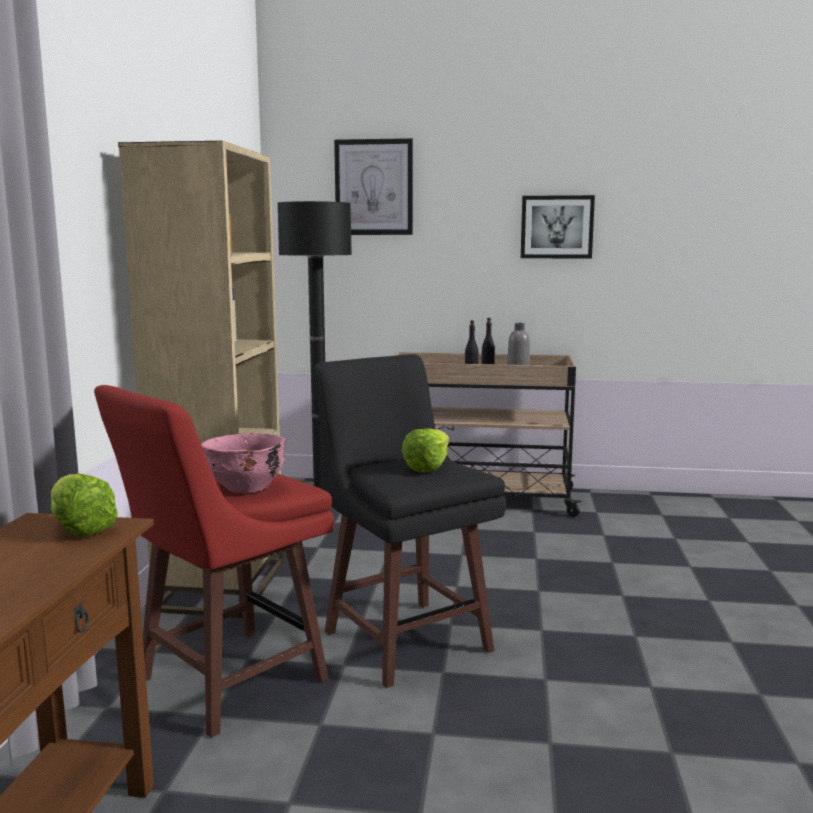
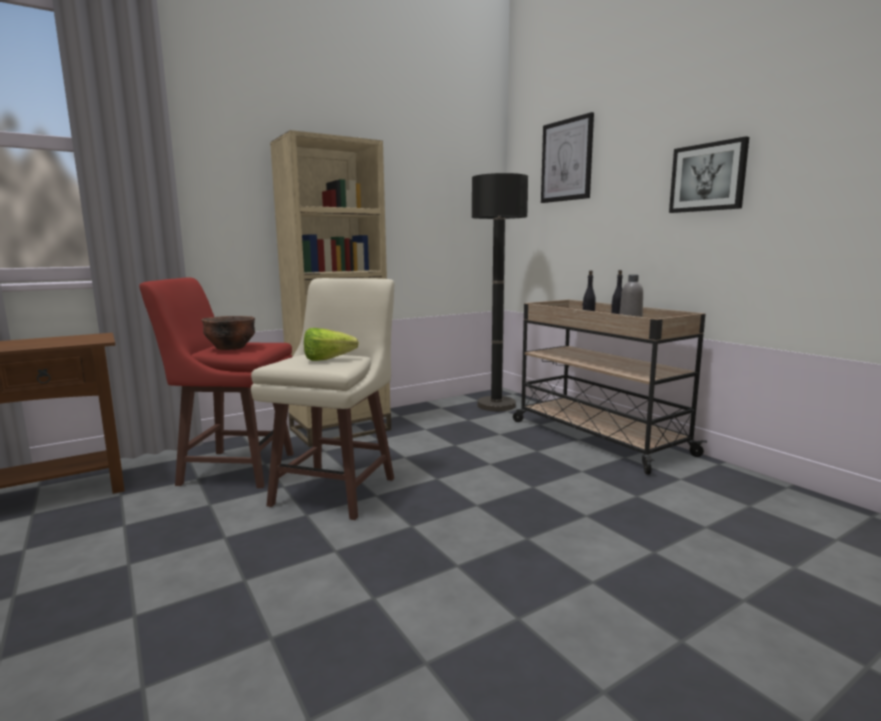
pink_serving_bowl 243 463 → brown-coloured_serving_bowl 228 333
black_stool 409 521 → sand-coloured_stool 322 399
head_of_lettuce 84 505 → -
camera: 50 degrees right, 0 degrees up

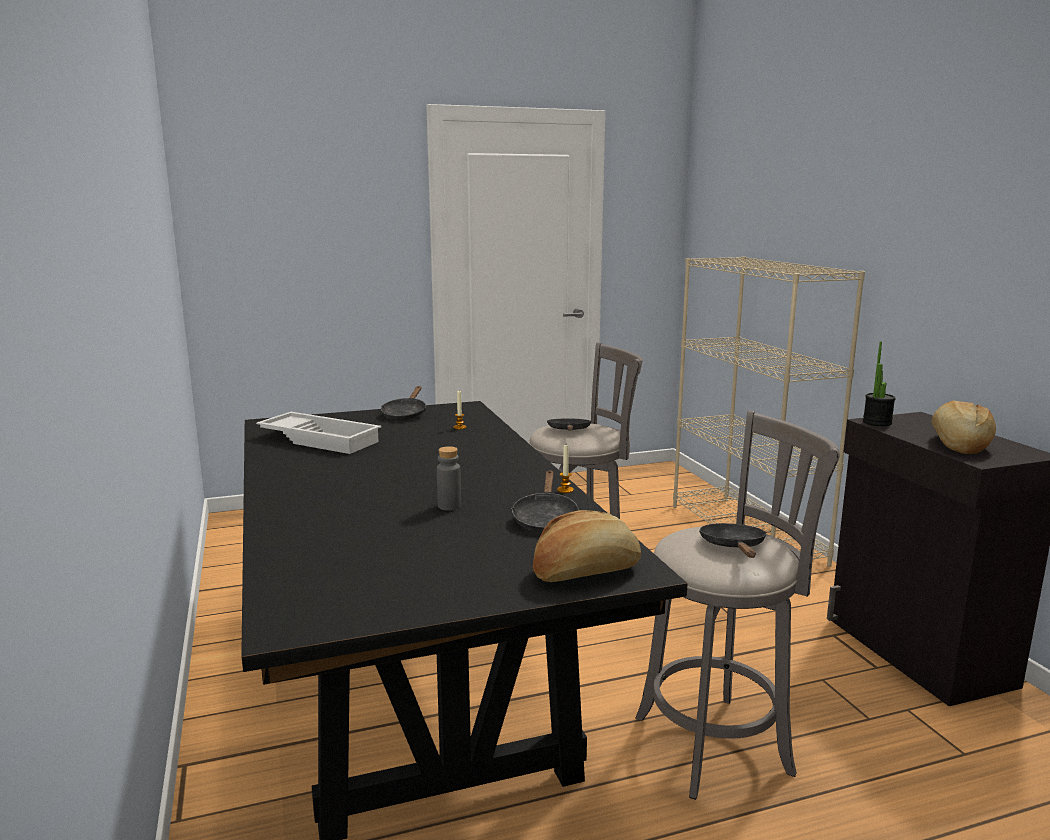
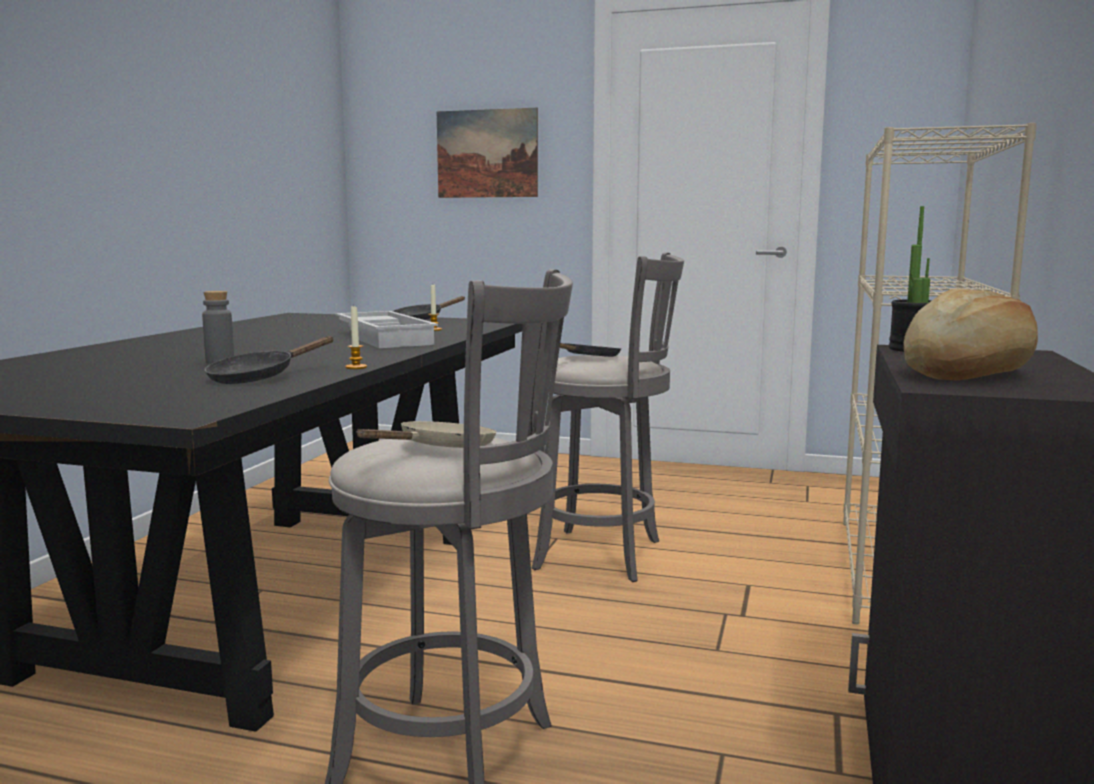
white_serving_tray 318 433 → white_serving_tray 386 329, moved
black_skillet 732 540 → sand-coloured_skillet 426 434
- → wall_art 487 153
baked_bread 587 546 → -
camera: 35 degrees right, 5 degrees down

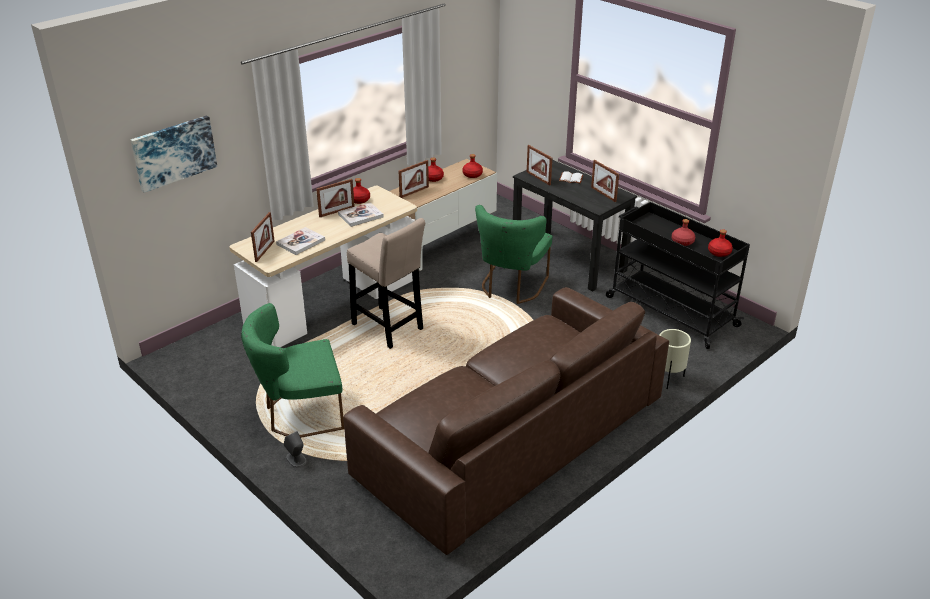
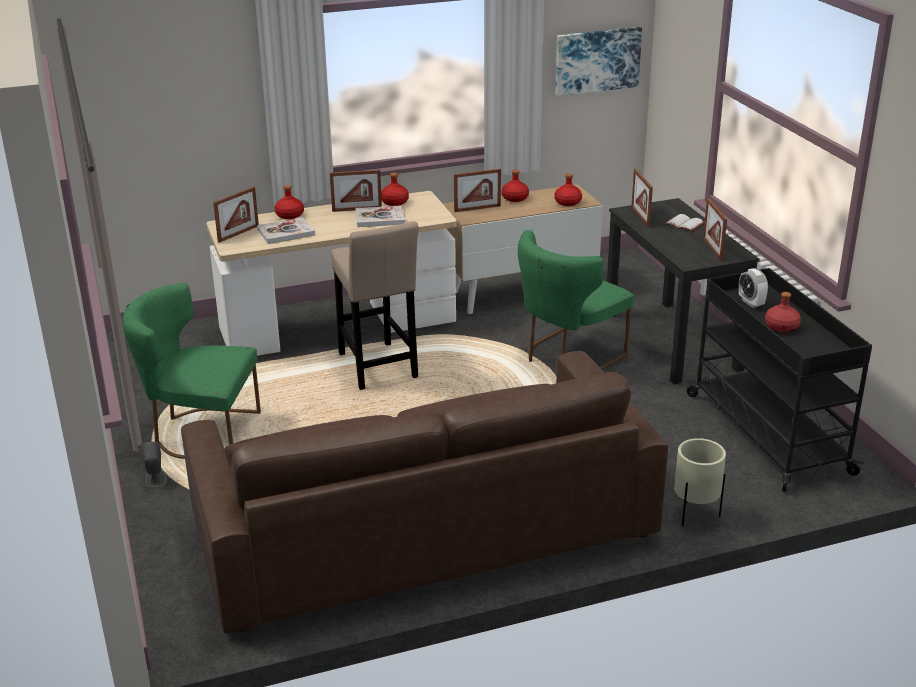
red_drink_bottle 720 243 → red_drink_bottle 289 202, moved
wall_art 174 154 → wall_art 598 61, moved
- → alarm_clock 753 288
camera: 25 degrees right, 5 degrees down

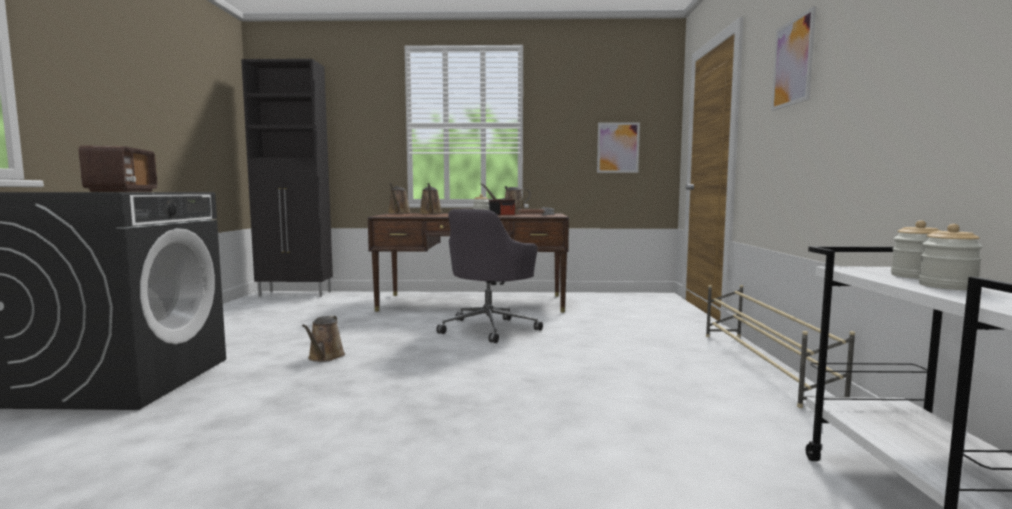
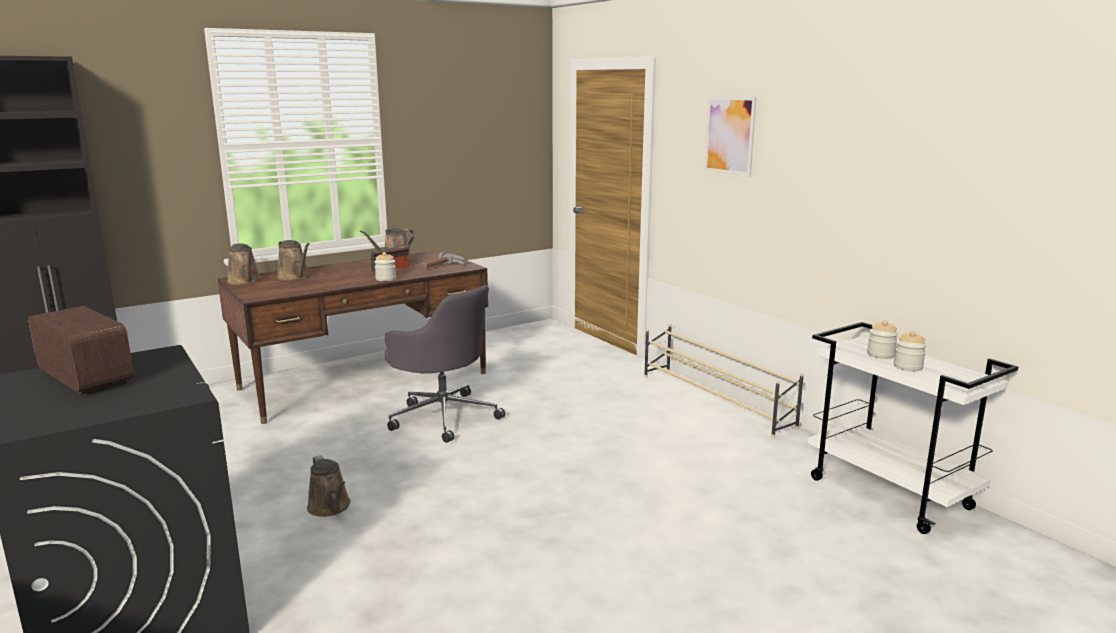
grey_computer_chair 489 276 → grey_computer_chair 445 364, 45 degrees counterclockwise
wall_art 618 147 → -
camera: 35 degrees left, 10 degrees up

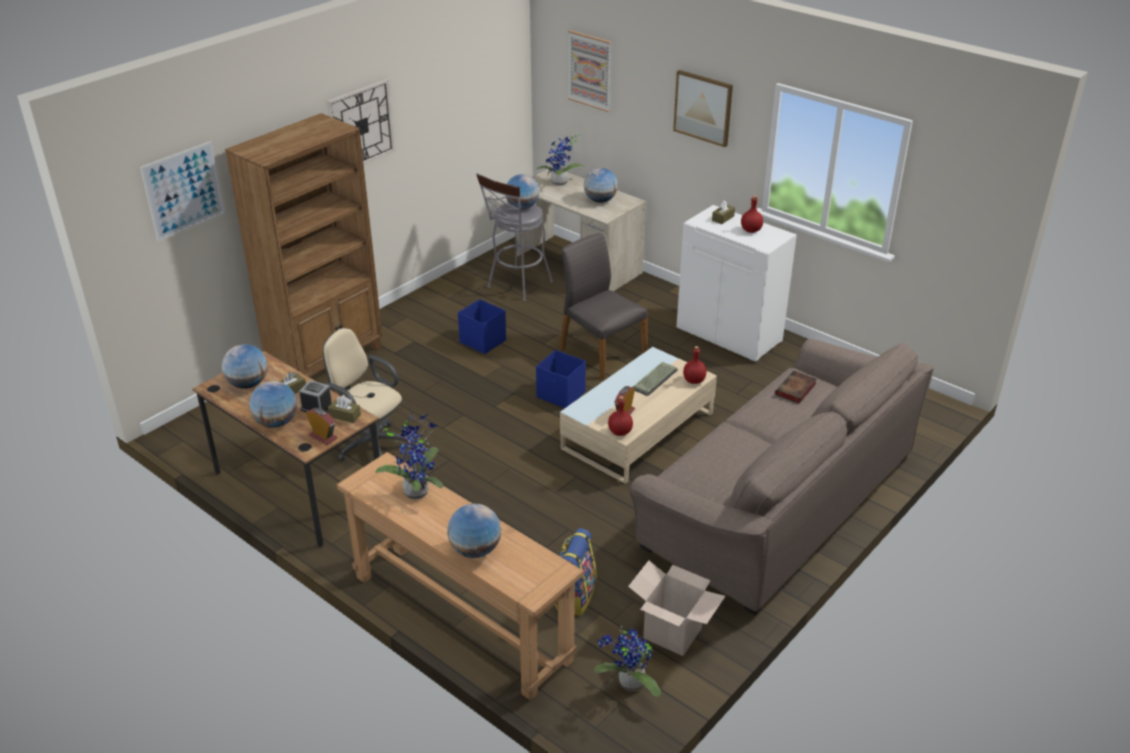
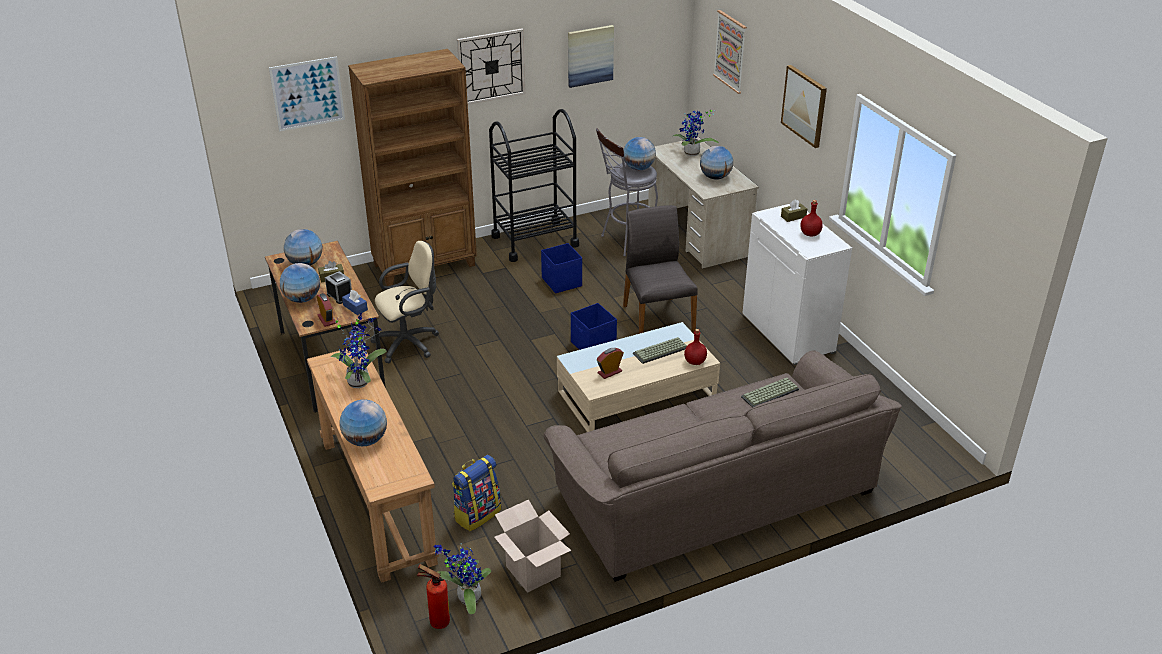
brown-coloured_tissue_box 344 409 → blue-coloured_tissue_box 355 302
sand-coloured_computer_chair 369 394 → sand-coloured_computer_chair 404 302, 90 degrees clockwise
- → fire_extinguisher 433 596
- → black_cart 534 185
- → wall_art 591 56
volume 796 387 → PC_keyboard 770 393
red_drink_bottle 620 416 → -
camera: 25 degrees right, 0 degrees up

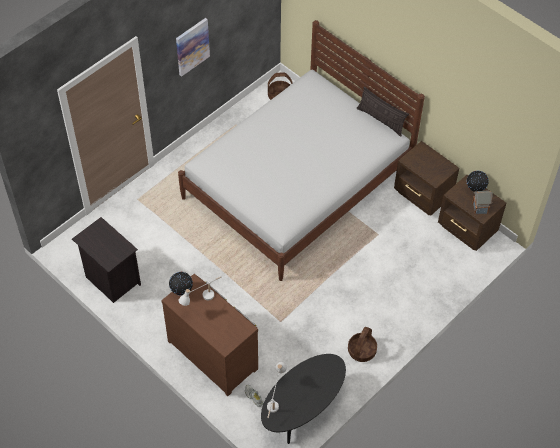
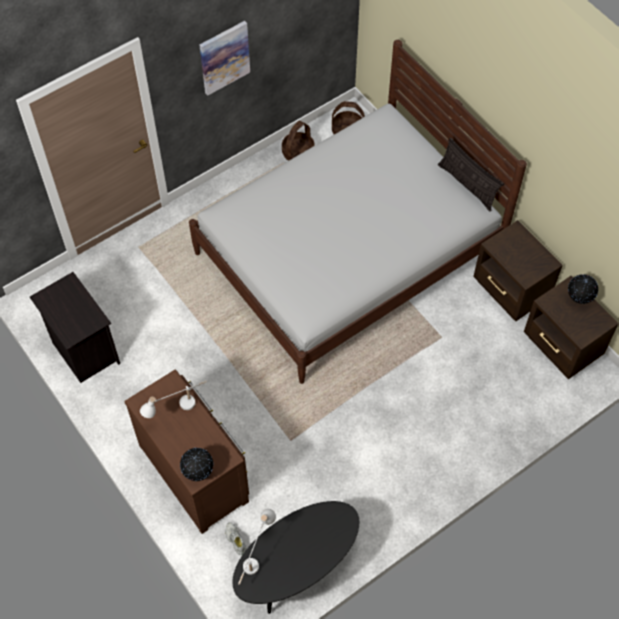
desk_globe 181 283 → desk_globe 196 464, moved
storage_basket 362 344 → storage_basket 298 141, moved
toy_house 482 202 → -
camera: 10 degrees right, 5 degrees up

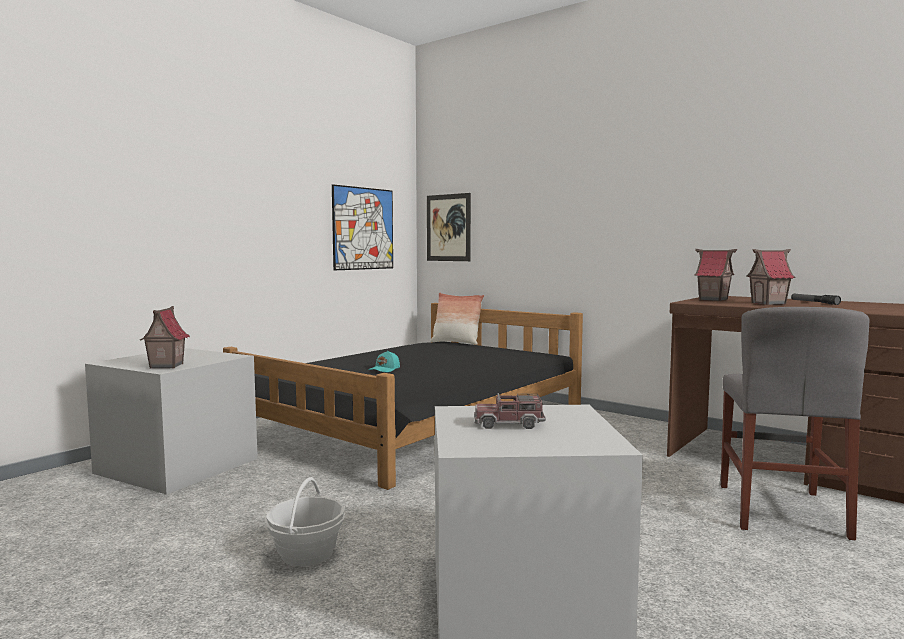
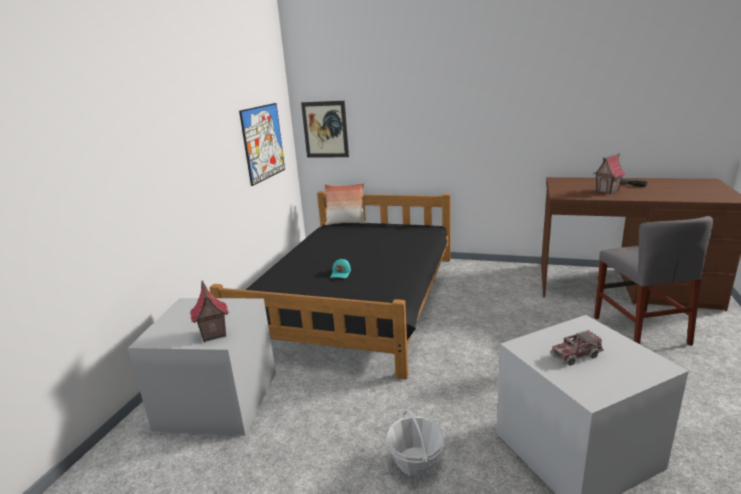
toy_house 716 275 → -
camera: 20 degrees left, 15 degrees up

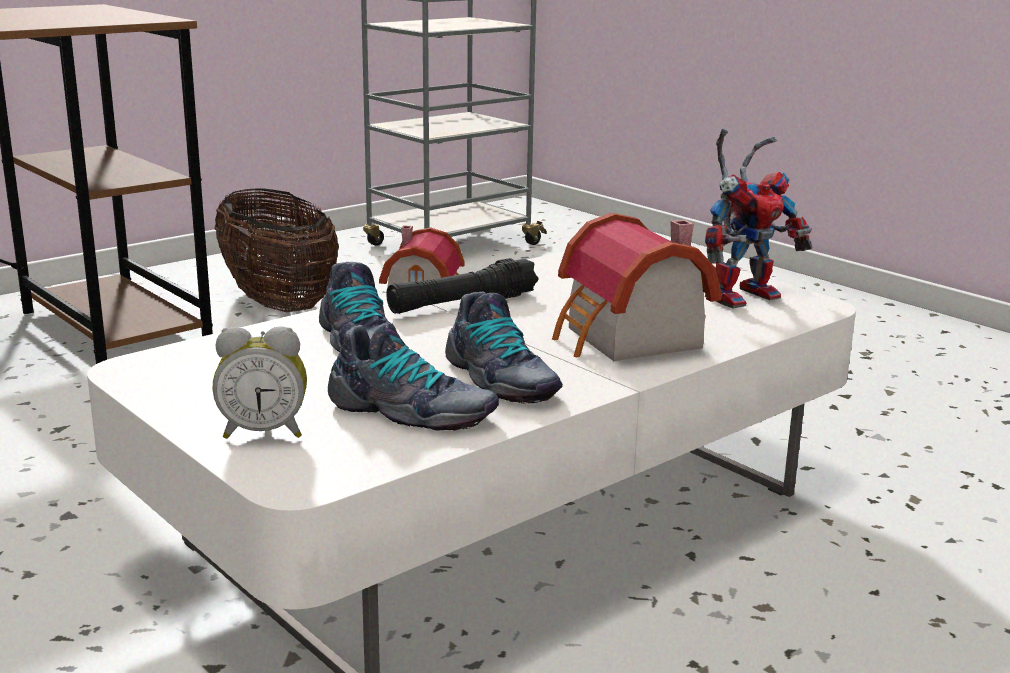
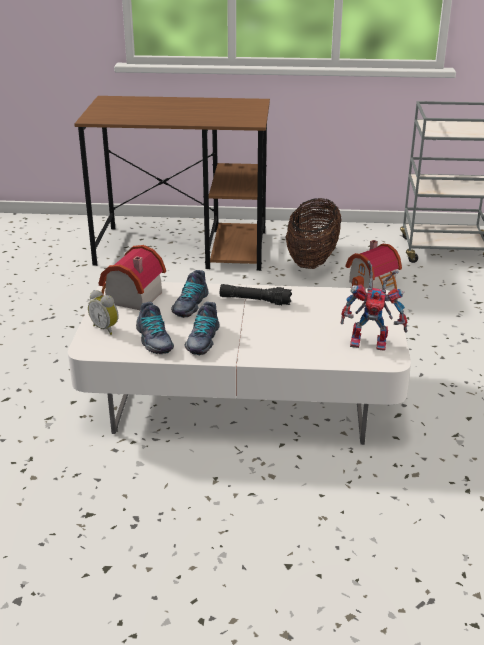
toy_house 637 287 → toy_house 132 277, moved
camera: 45 degrees right, 10 degrees up

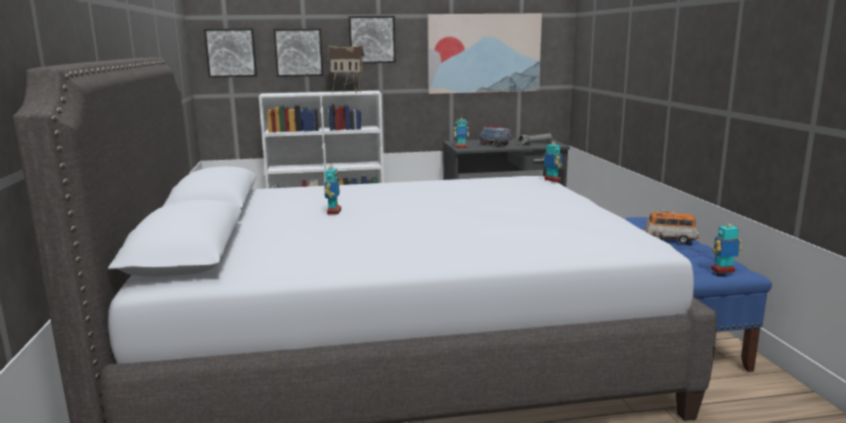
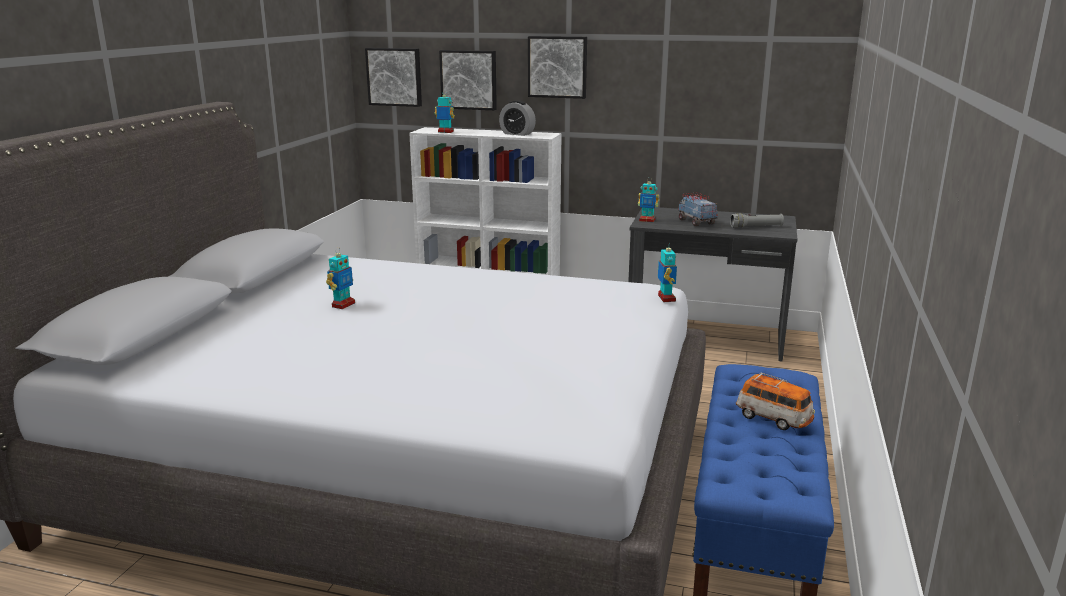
model_robot 726 247 → model_robot 445 111, moved
toy_house 346 69 → alarm_clock 517 118
wall_art 484 54 → -
camera: 25 degrees right, 5 degrees up

